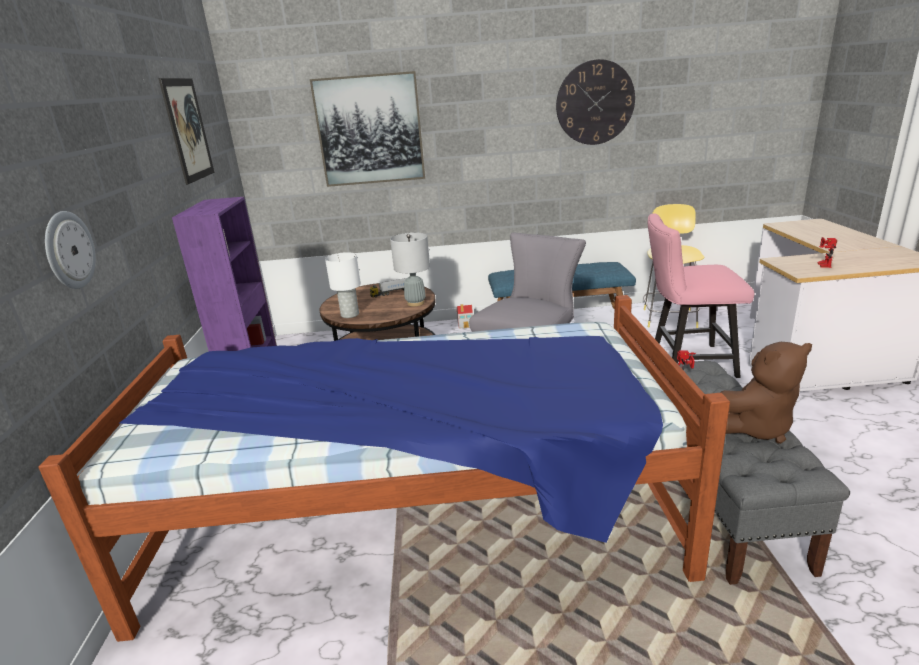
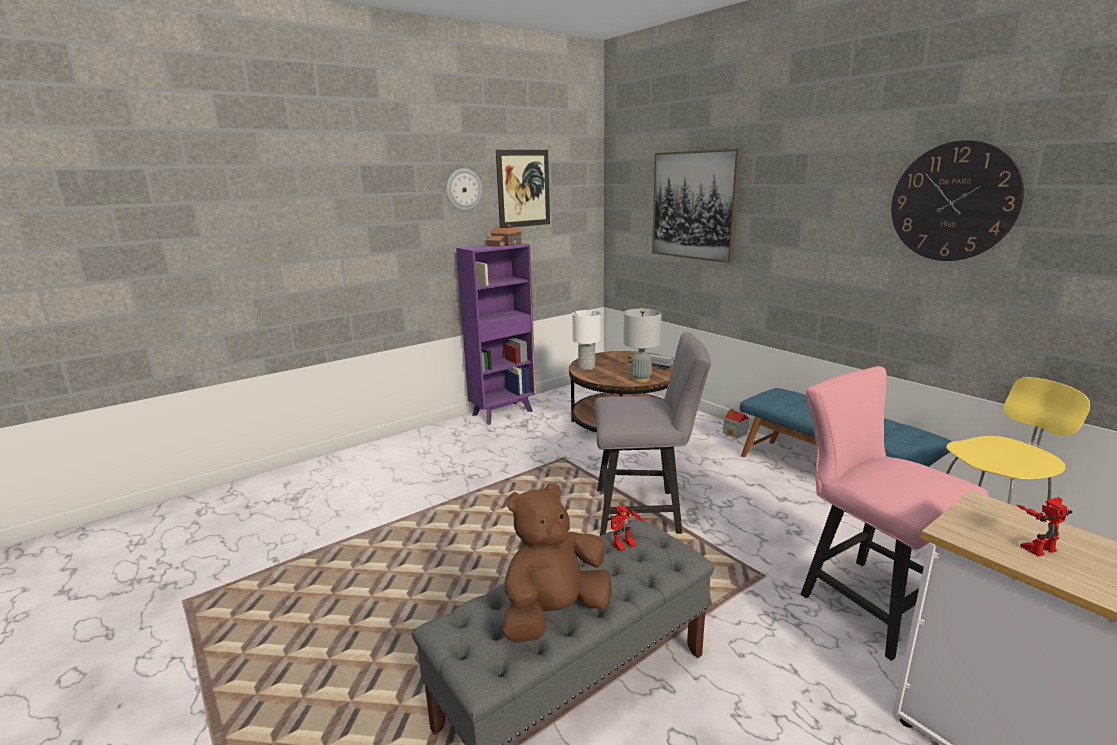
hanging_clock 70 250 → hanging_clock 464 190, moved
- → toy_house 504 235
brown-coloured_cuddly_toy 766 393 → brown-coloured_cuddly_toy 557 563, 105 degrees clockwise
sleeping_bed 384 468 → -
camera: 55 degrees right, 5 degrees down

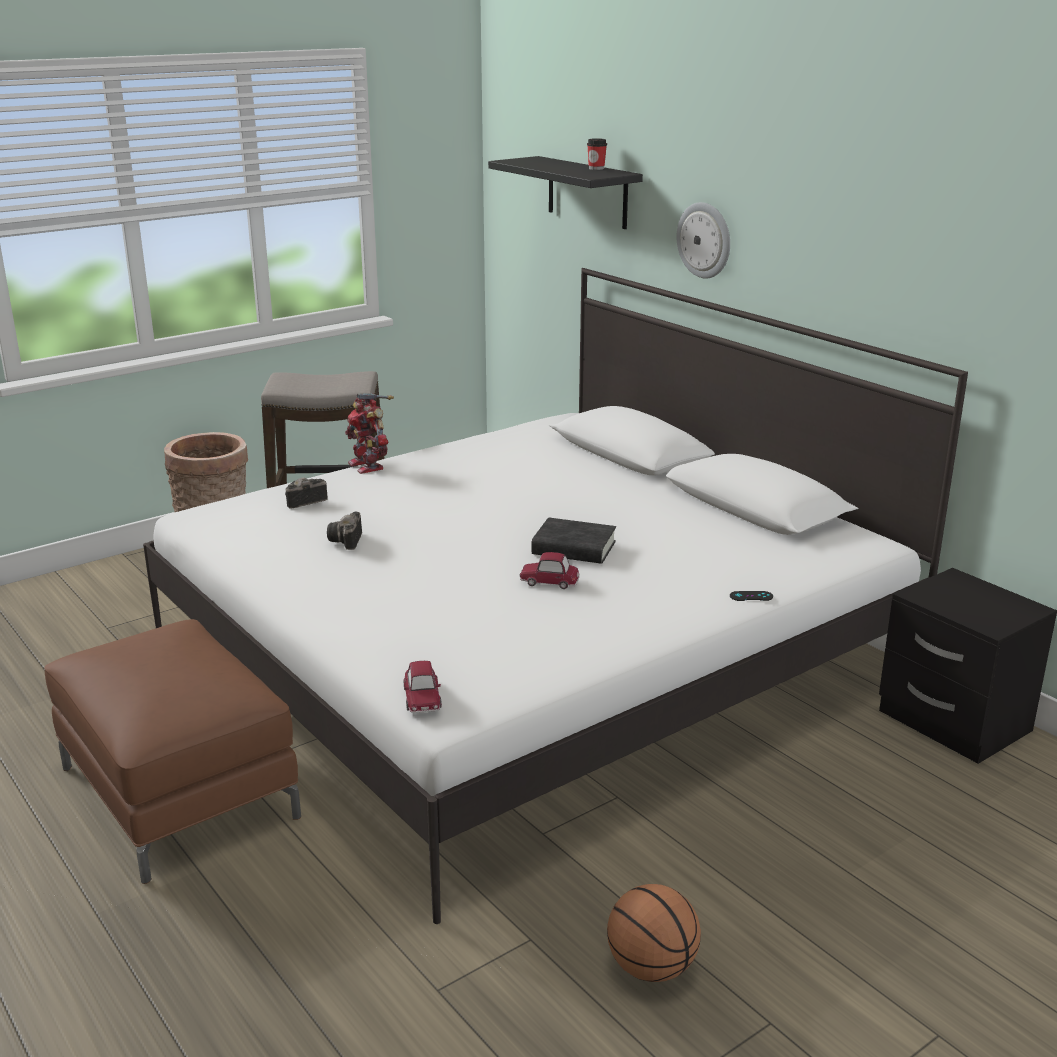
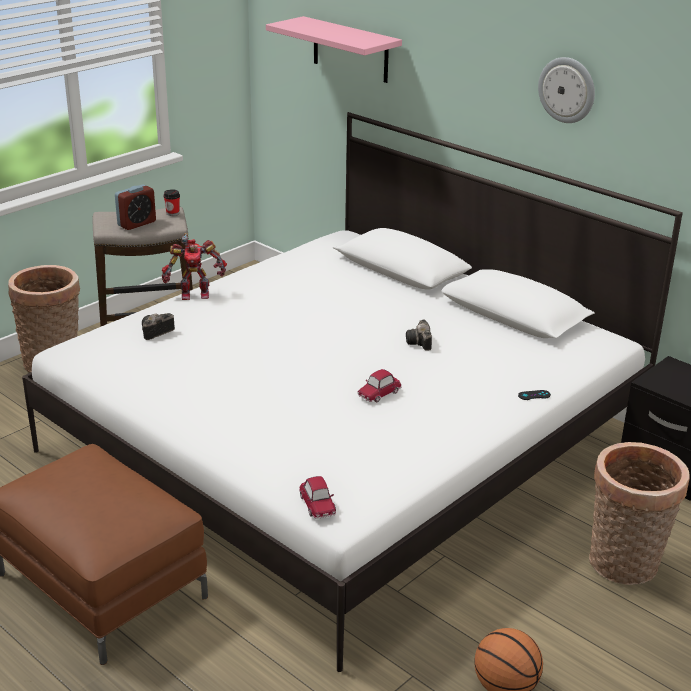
- → alarm_clock 135 207
model_robot 369 433 → model_robot 194 266, 60 degrees counterclockwise
small_cup 597 154 → small_cup 171 202, moved
black_wall_shelf 565 192 → pink_wall_shelf 334 49
model_car 550 570 → model_car 379 385, 45 degrees counterclockwise
still_camera 344 531 → still_camera 419 335, moved
hanging_clock 703 240 → hanging_clock 566 90, moved
- → storage_basket 639 513
black_volume 573 540 → -
camera: 10 degrees left, 5 degrees up

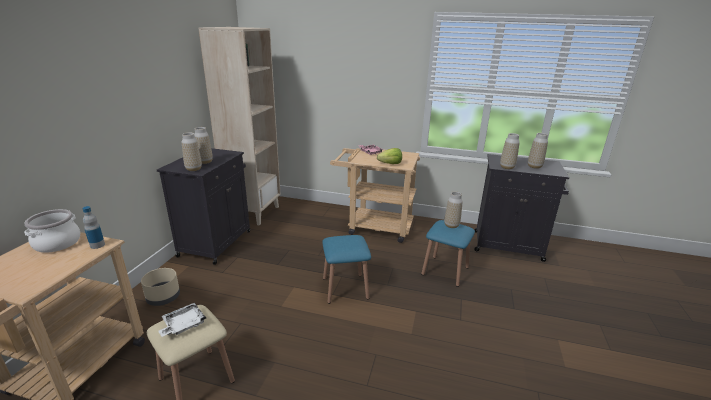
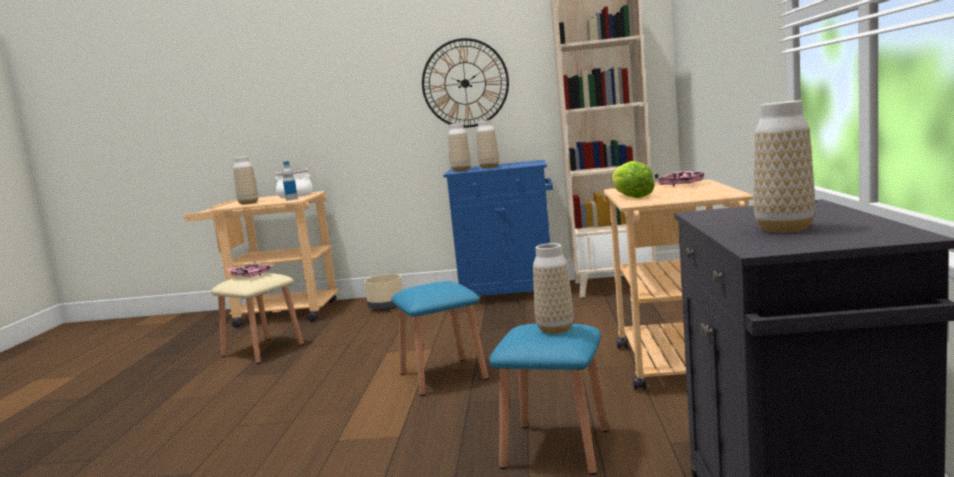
white_serving_tray 182 320 → pink_serving_tray 249 270
decorative_vase 510 151 → decorative_vase 245 180, moved
- → hanging_clock 465 83
black_cabinet 203 206 → blue-coloured_cabinet 498 228
camera: 80 degrees right, 15 degrees down

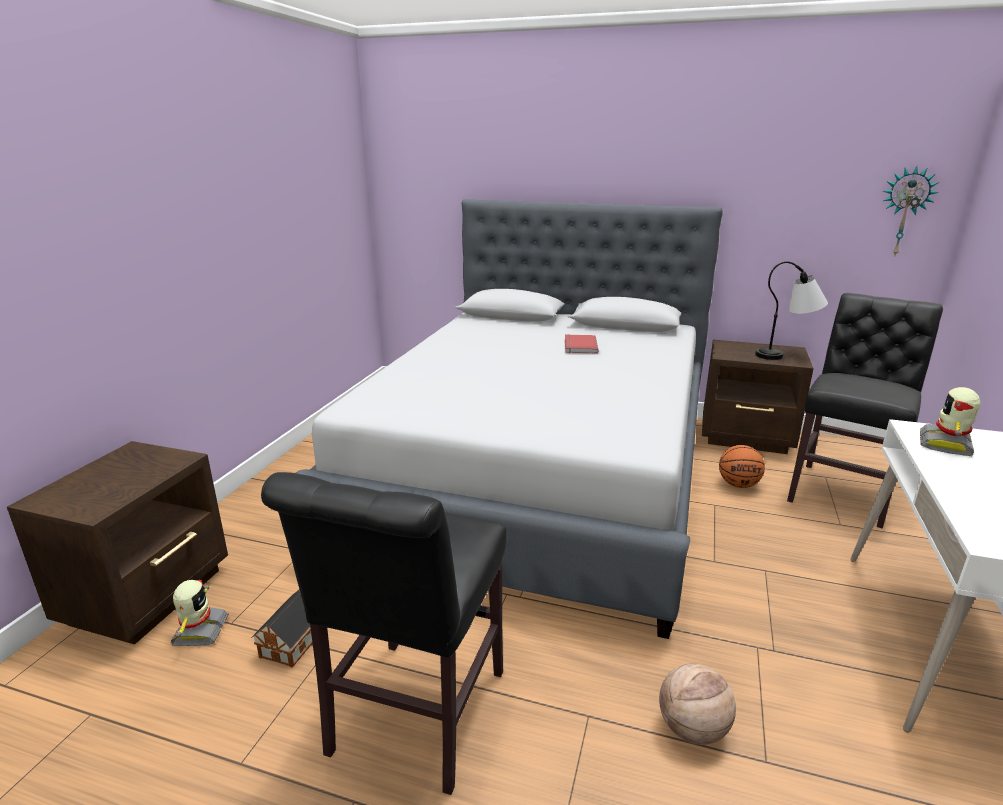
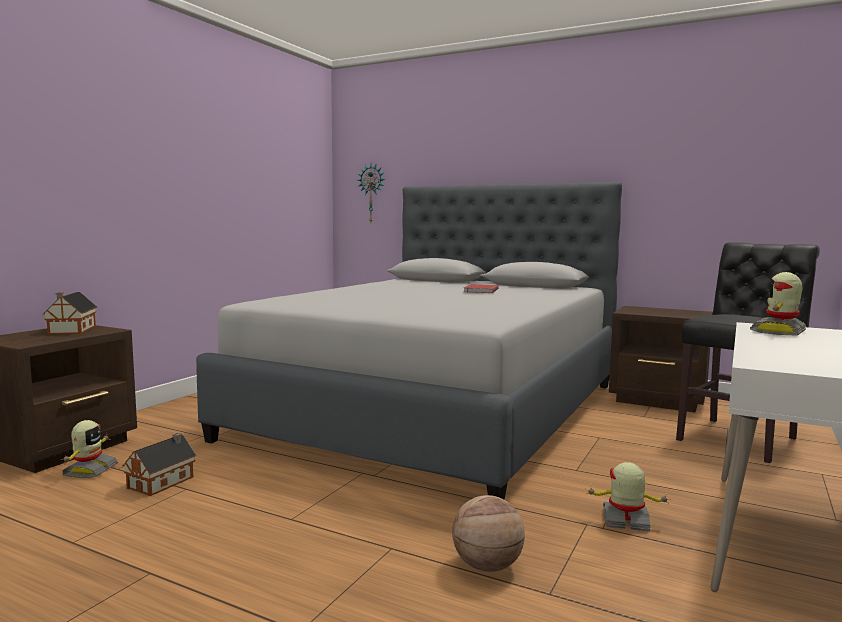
- → toy_house 69 313
hanging_clock 911 211 → hanging_clock 371 193, moved
- → model_robot 629 496
black_chair 384 633 → -
ball_for_basketball 742 466 → -
table_lamp 791 310 → -
camera: 10 degrees right, 15 degrees down

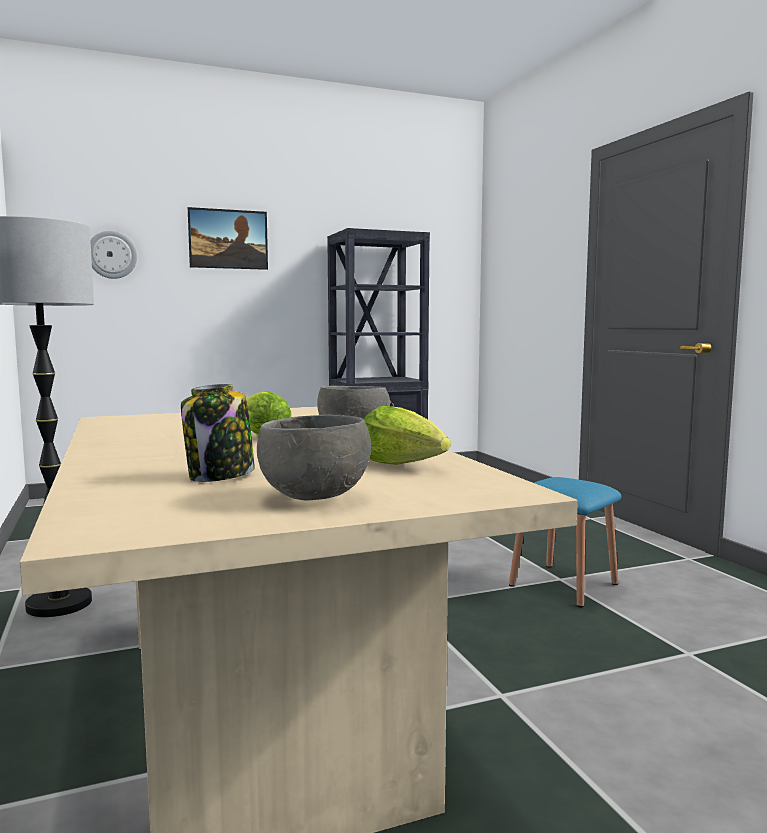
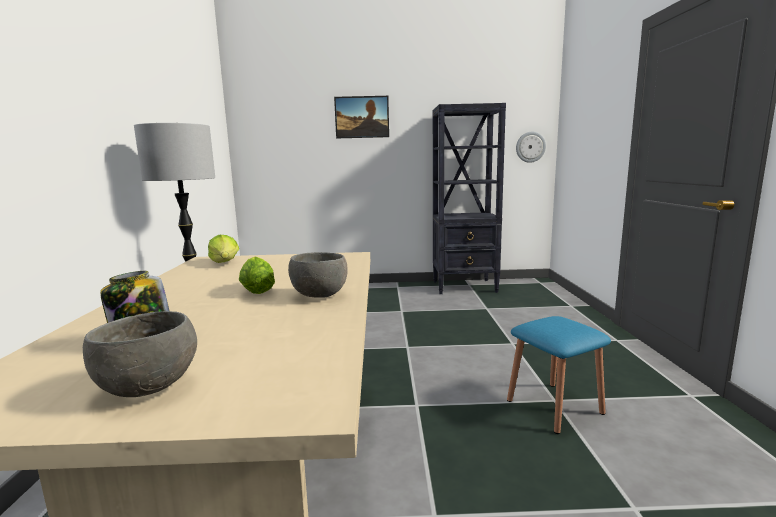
head_of_lettuce 407 435 → head_of_lettuce 223 249, moved
hanging_clock 113 255 → hanging_clock 531 147, moved
camera: 20 degrees right, 5 degrees up

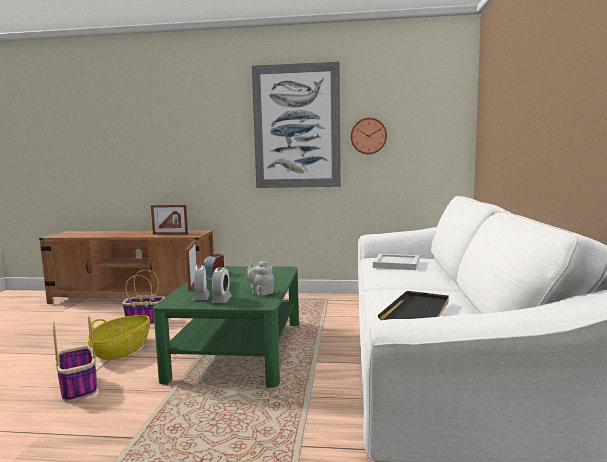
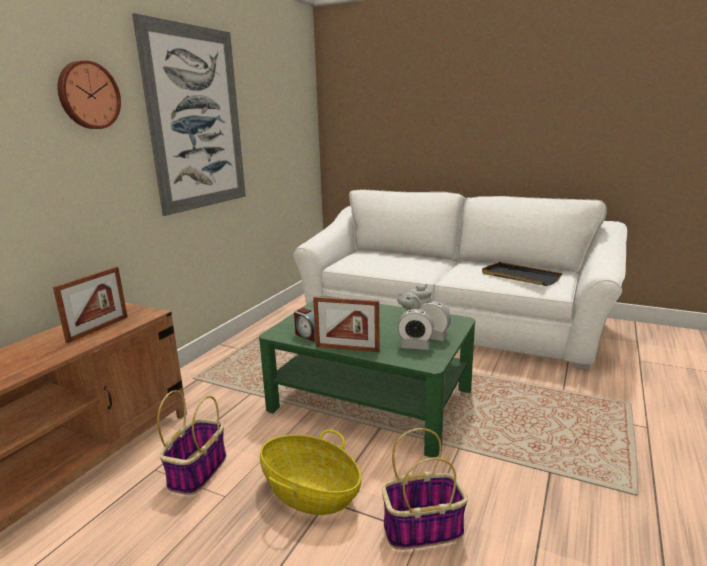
hanging_clock 369 136 → hanging_clock 89 94, moved
white_serving_tray 396 262 → -
camera: 70 degrees left, 10 degrees up

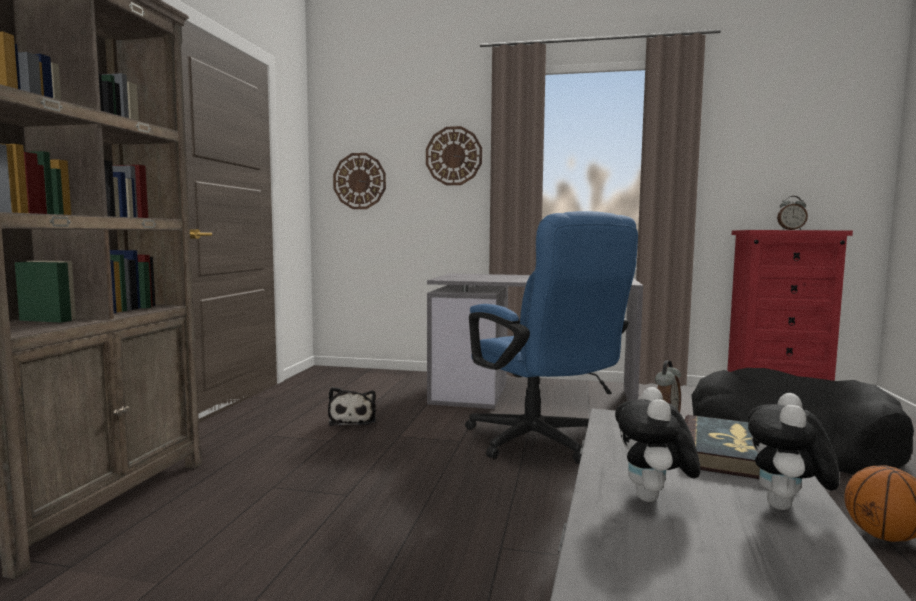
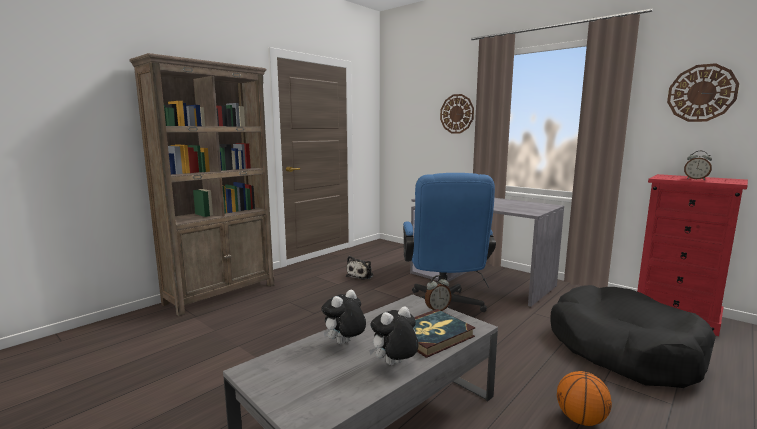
hanging_clock 359 181 → hanging_clock 703 92, moved
camera: 30 degrees right, 5 degrees up

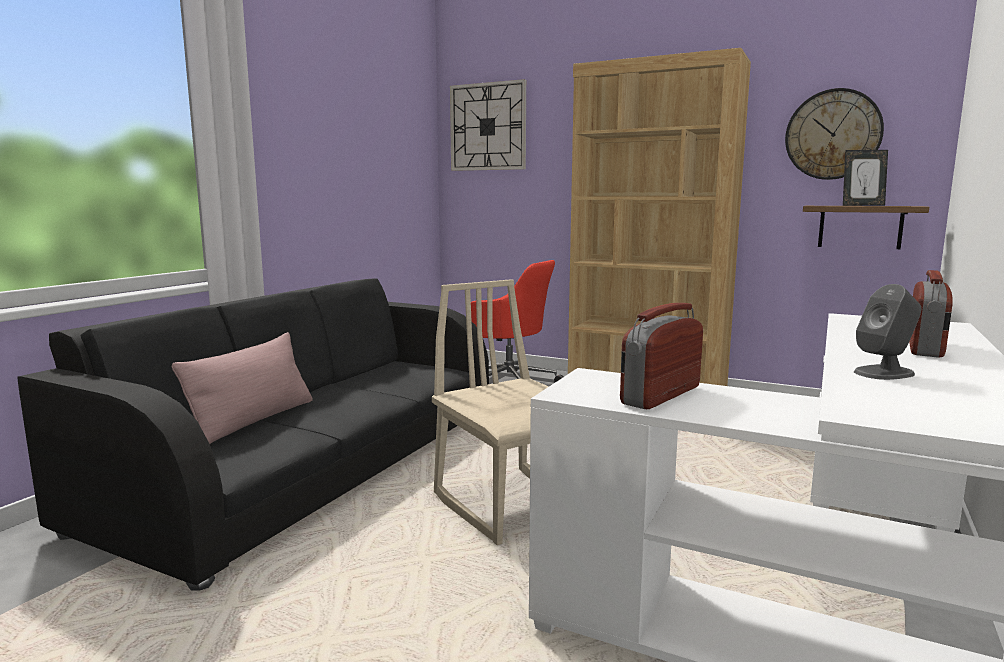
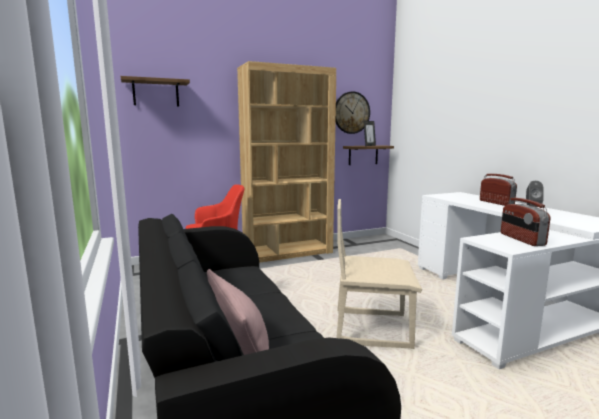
hanging_clock 488 125 → wall_shelf 155 91
camera: 50 degrees left, 0 degrees up

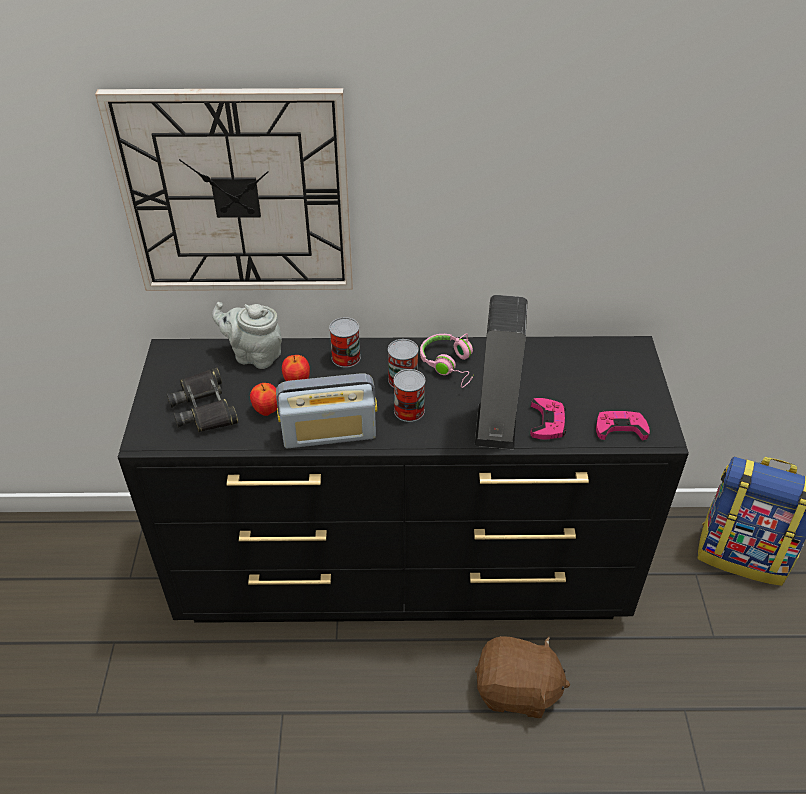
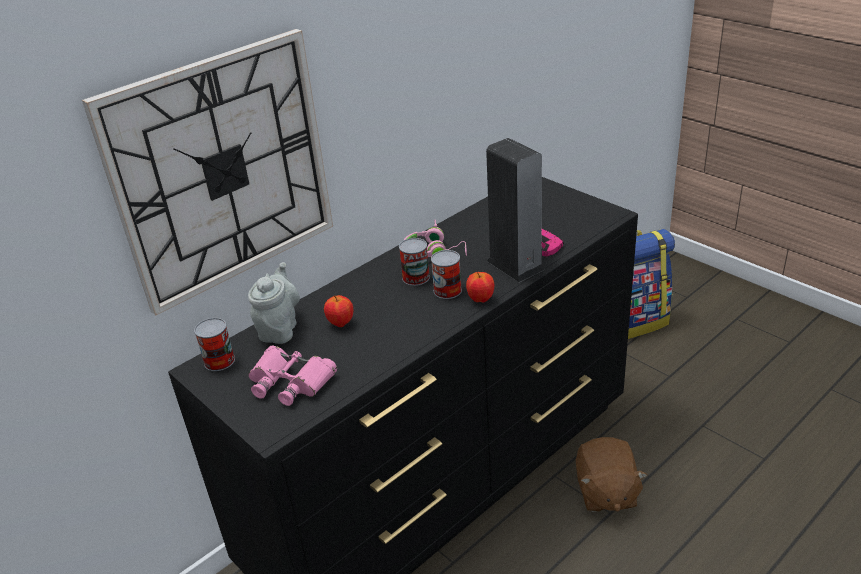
sealed_can 345 342 → sealed_can 214 344, moved
grey_teapot 247 335 → grey_teapot 274 303, 120 degrees clockwise
black_pair_of_binoculars 202 399 → pink_pair_of_binoculars 292 376
apple 263 399 → apple 480 287, moved
brown-coloured_cuddly_toy 522 677 → brown-coloured_cuddly_toy 611 474, 120 degrees clockwise
radio 326 411 → -
pink_game_controller 623 425 → -
camera: 40 degrees left, 10 degrees down

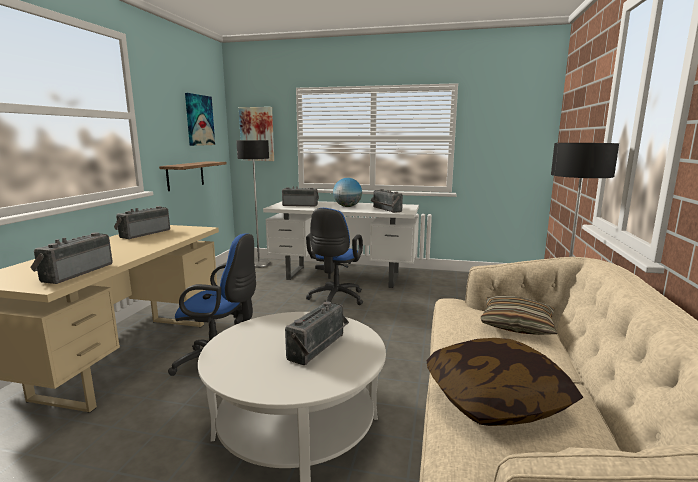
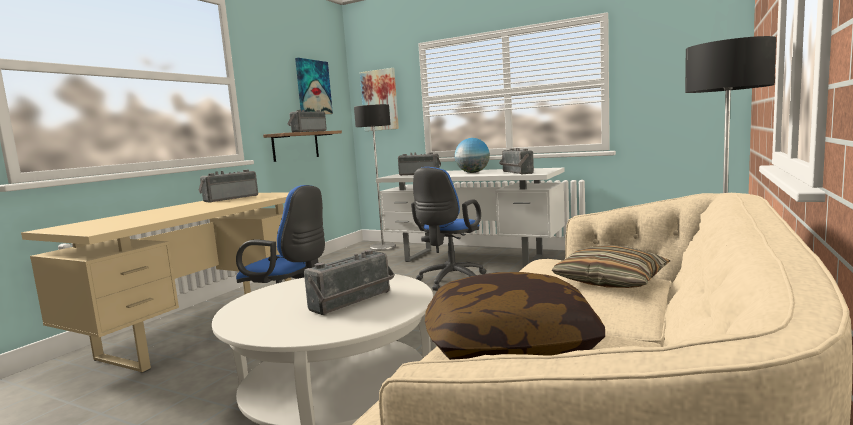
radio 71 258 → radio 307 121, moved
camera: 15 degrees right, 5 degrees down

